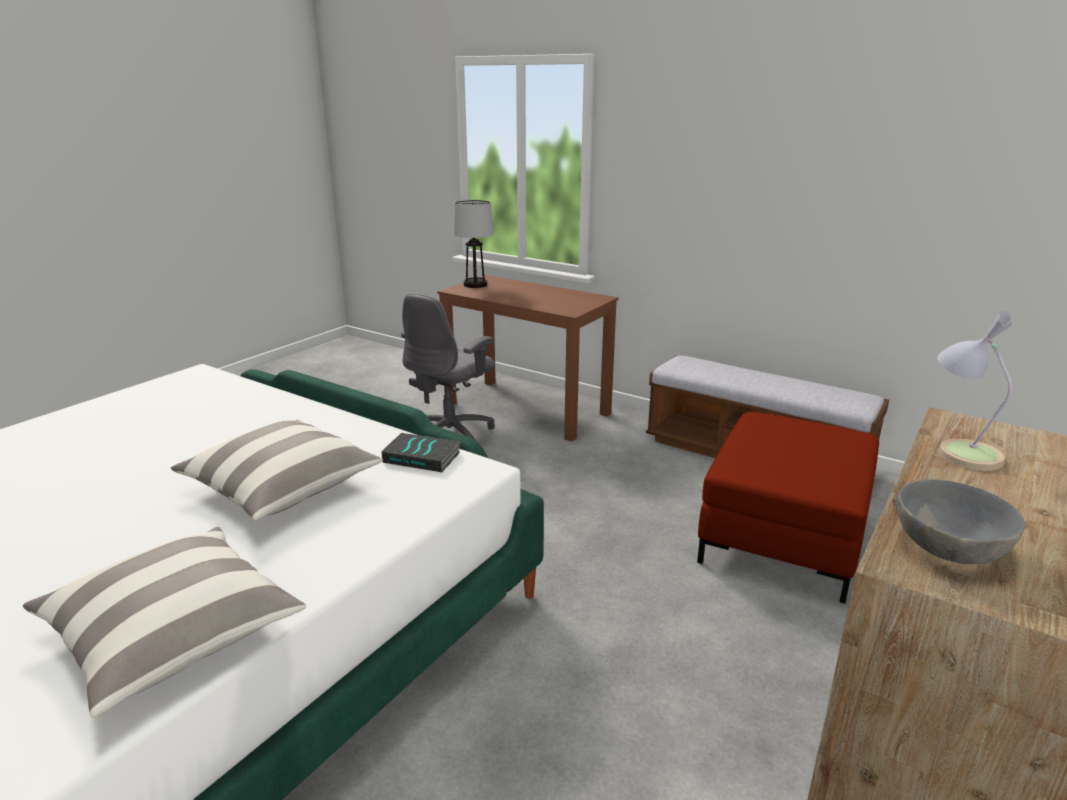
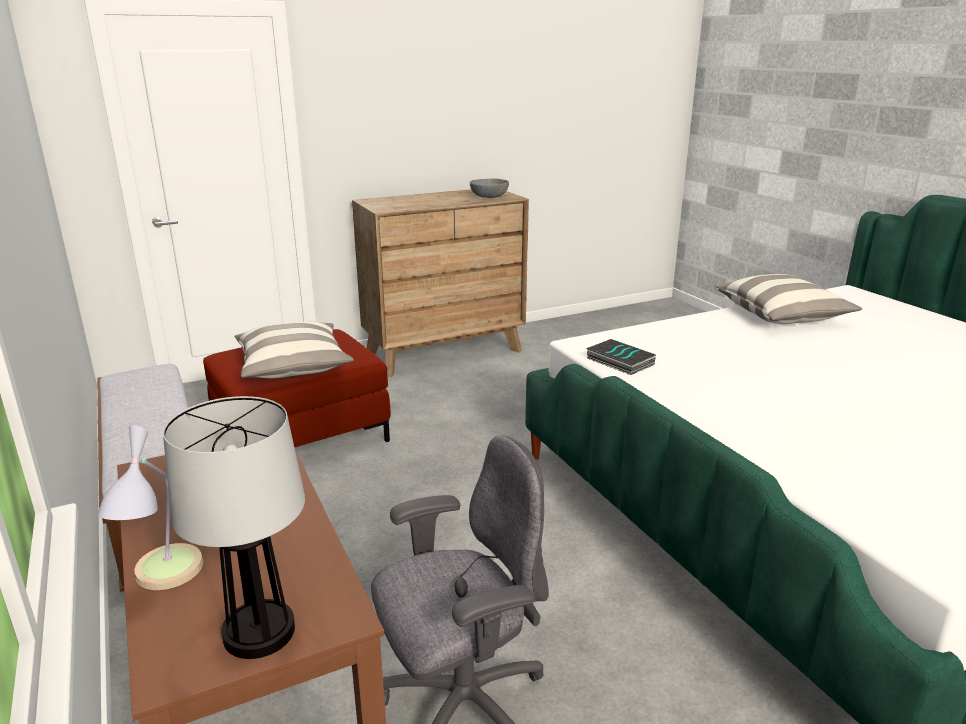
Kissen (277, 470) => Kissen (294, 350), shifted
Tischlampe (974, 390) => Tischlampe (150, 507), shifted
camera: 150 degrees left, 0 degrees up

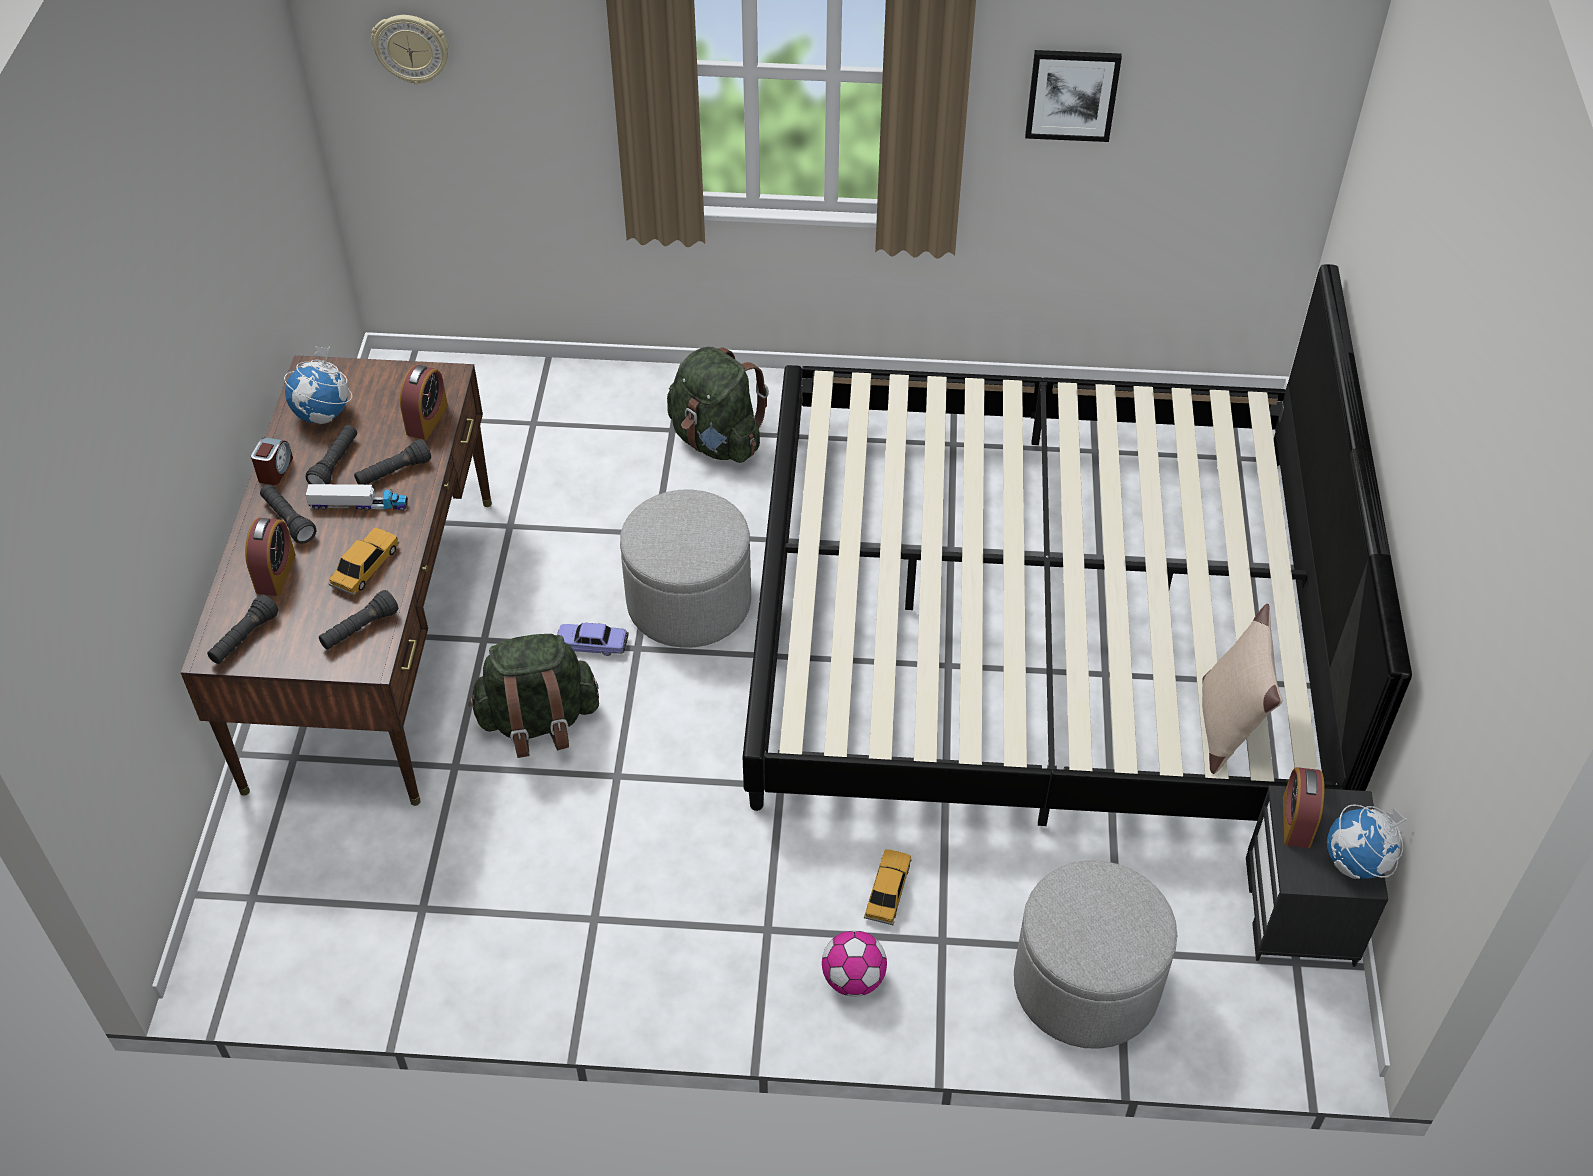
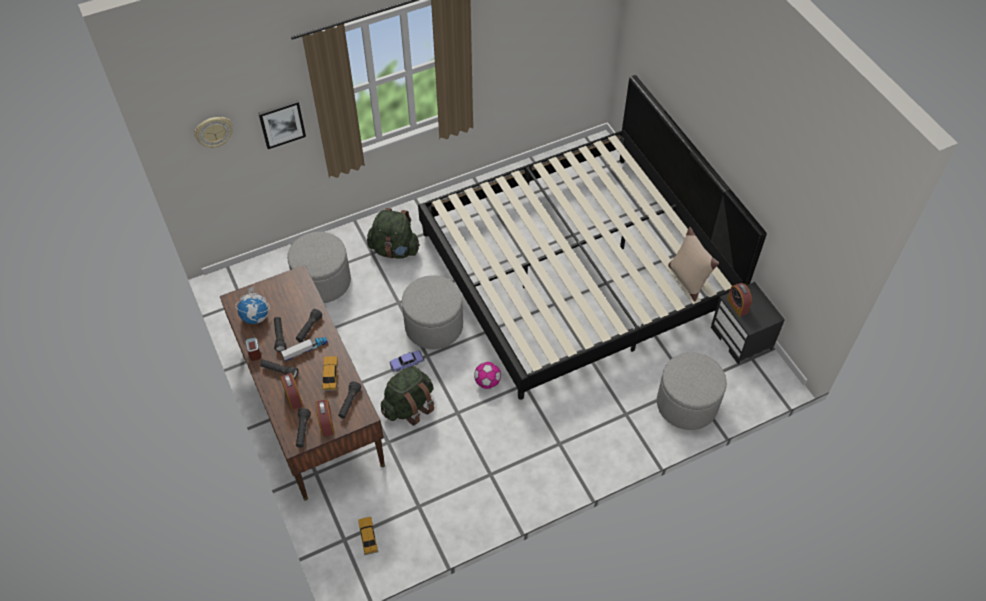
Wecker (424, 402) => Wecker (325, 418), shifted
Fußball (854, 963) => Fußball (487, 375), shifted
Spielzeugauto (888, 887) => Spielzeugauto (368, 536), shifted
Bild (1073, 96) => Bild (282, 124), shifted
Globus (1367, 841) => nothing
nothing => Polsterhocker (grau) (319, 267)
camera: 30 degrees left, 5 degrees up

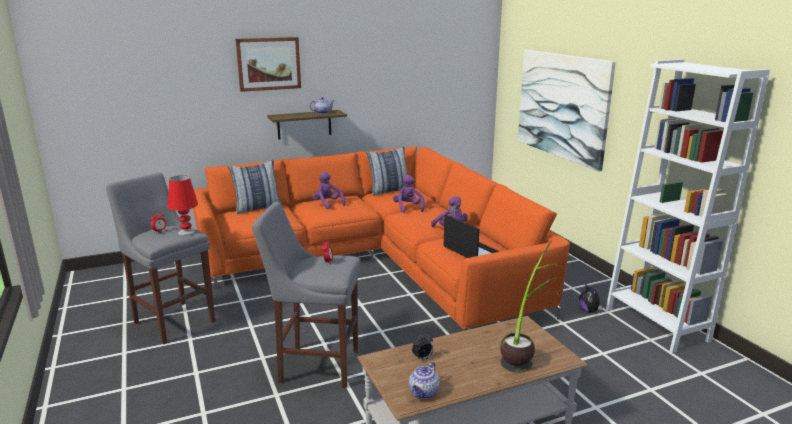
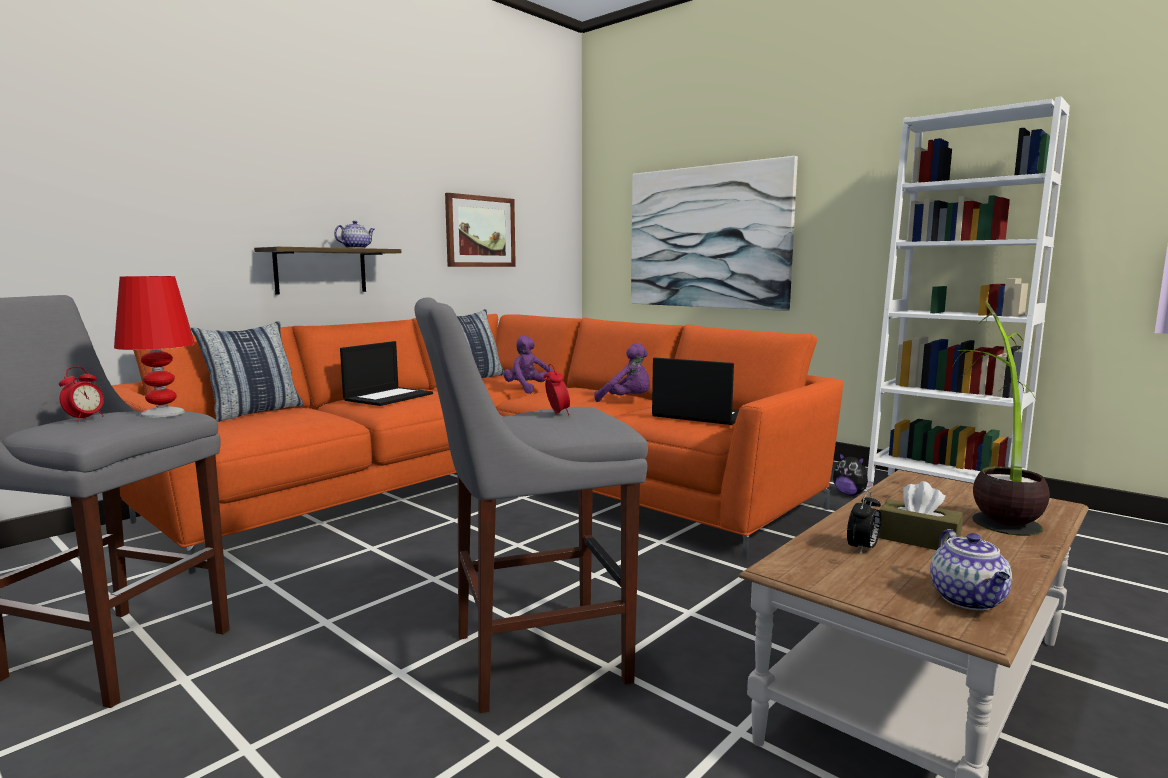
Bild (268, 64) => Bild (480, 230), shifted
Plüschtier (lila) (329, 190) => Laptop (386, 373)
nothing => Taschentuchbox (braun) (921, 515)
camera: 25 degrees left, 10 degrees down

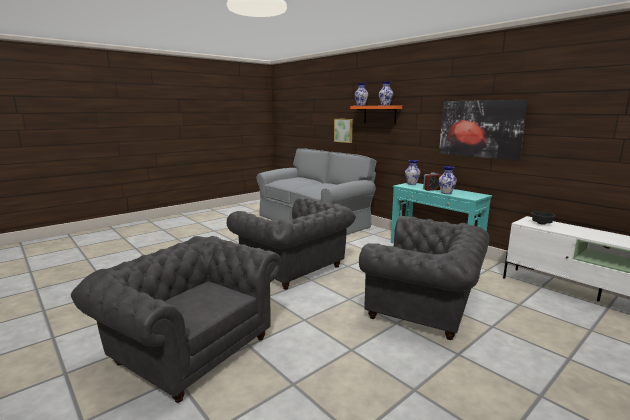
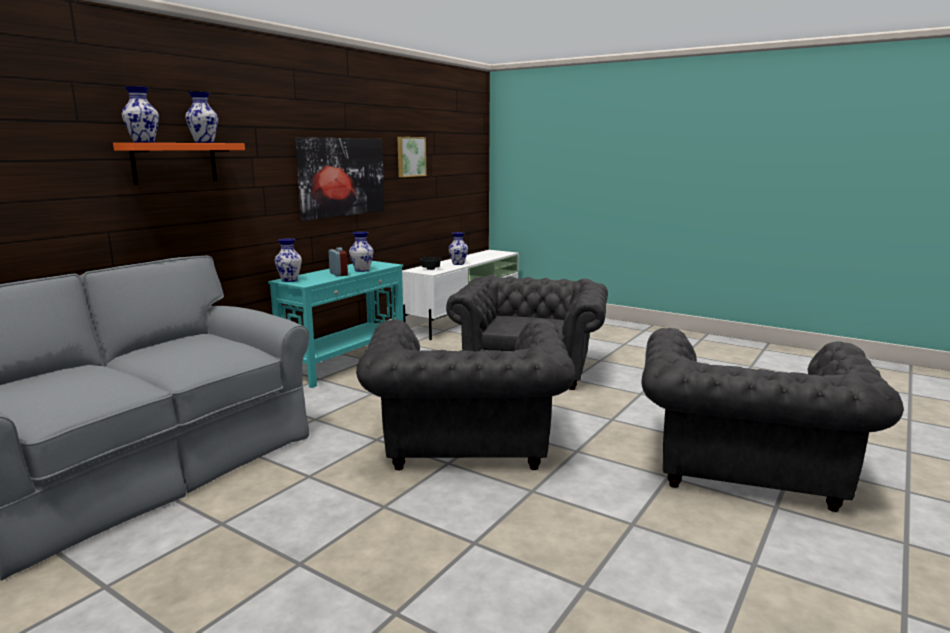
Sessel (grau) (291, 243) => Sessel (grau) (466, 394), 150 degrees clockwise
Bild (343, 131) => Bild (412, 157), shifted
nothing => Vase (458, 248)
camera: 105 degrees left, 0 degrees up

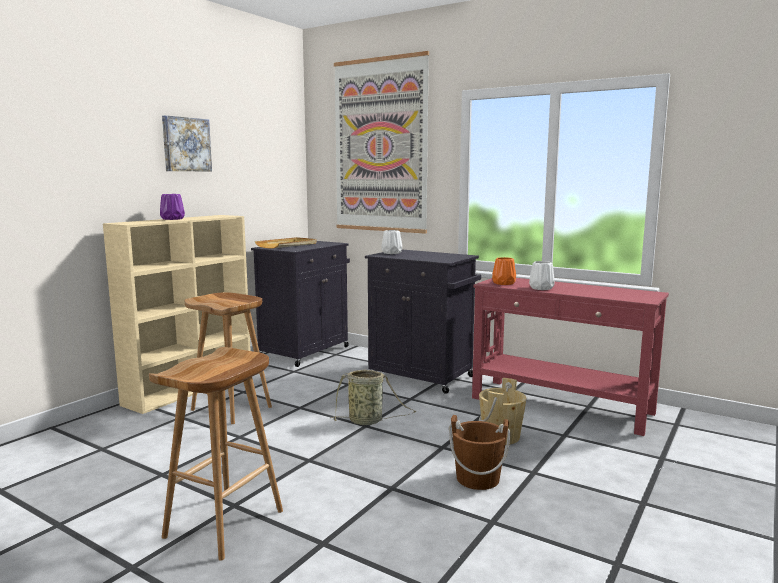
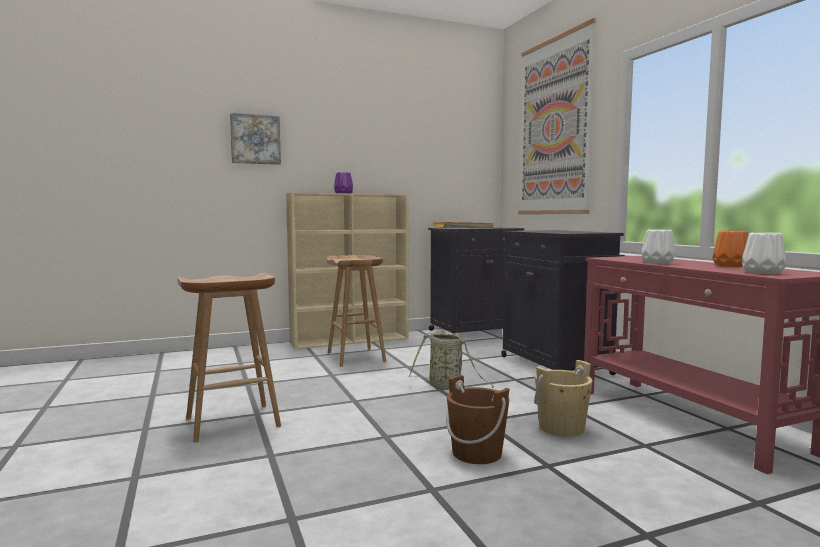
Bild (187, 143) => Bild (255, 139), shifted
Vase (weiß) (391, 242) => Vase (weiß) (764, 253), shifted
Vase (orange) (504, 271) => Vase (orange) (730, 248), shifted
camera: 35 degrees right, 5 degrees down

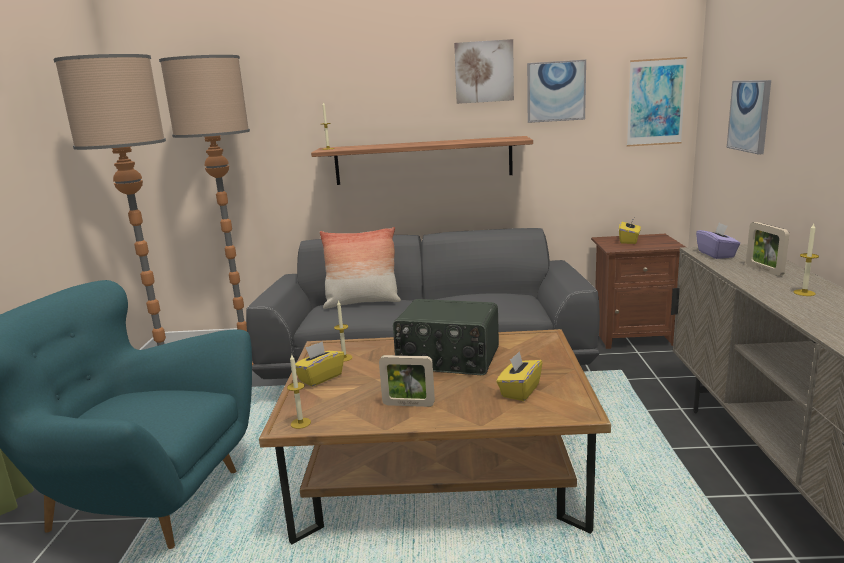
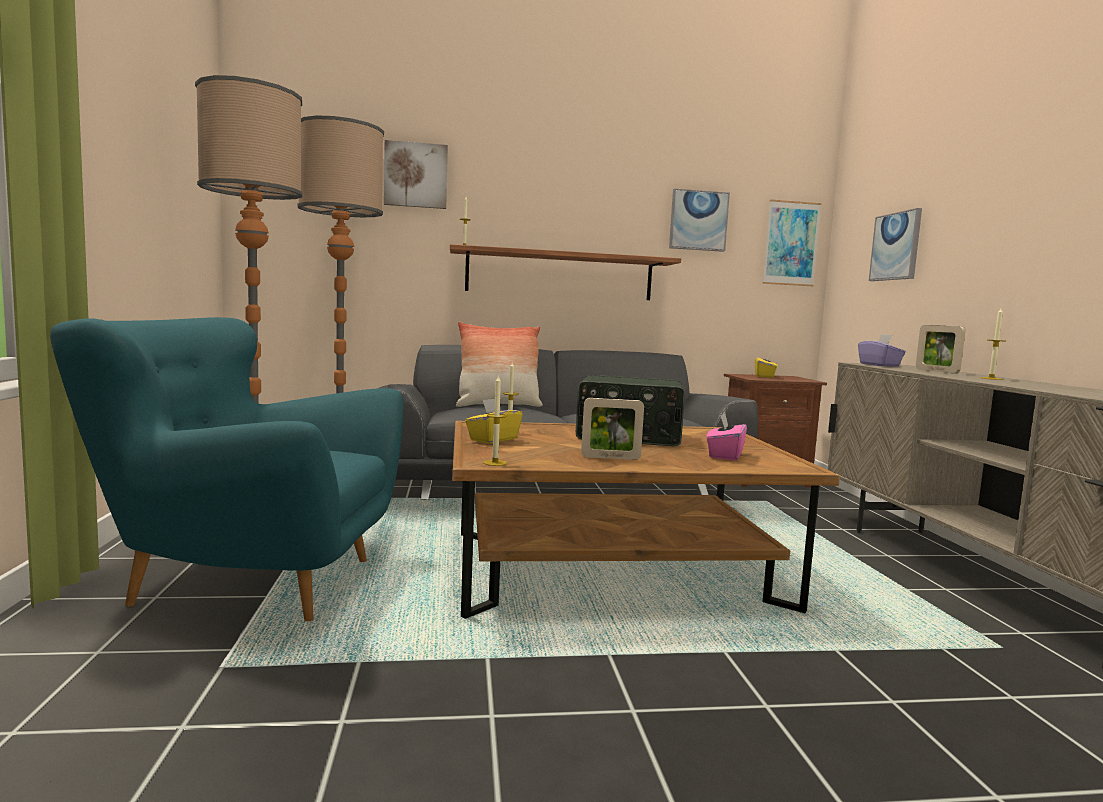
Bild (484, 71) => Bild (416, 174), shifted
Taschentuchbox (gelb) (519, 376) => Taschentuchbox (rosa) (726, 437)
camera: 10 degrees left, 10 degrees down

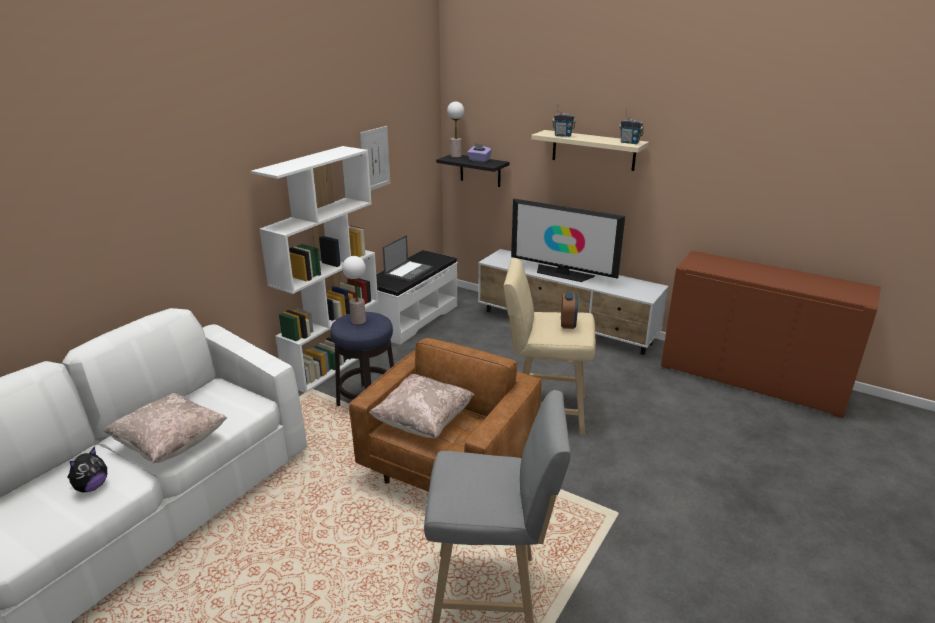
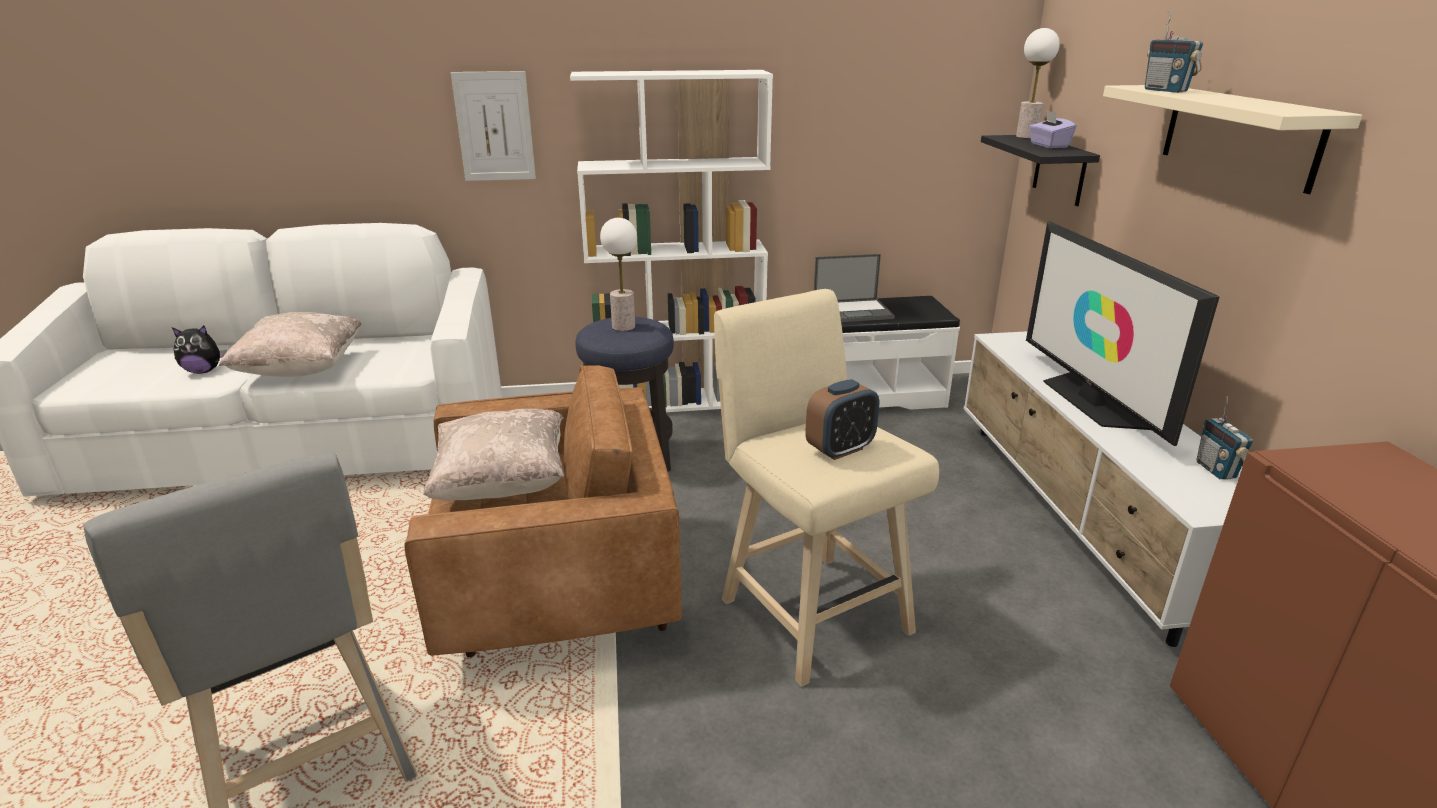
Bild (375, 158) => Bild (493, 126), shifted
Radio (631, 127) => Radio (1224, 438), shifted
camera: 50 degrees right, 0 degrees up

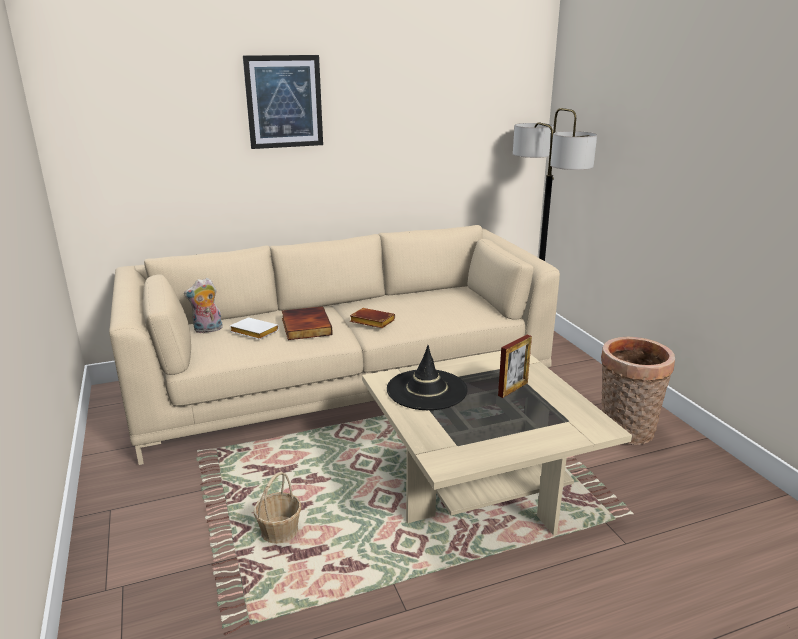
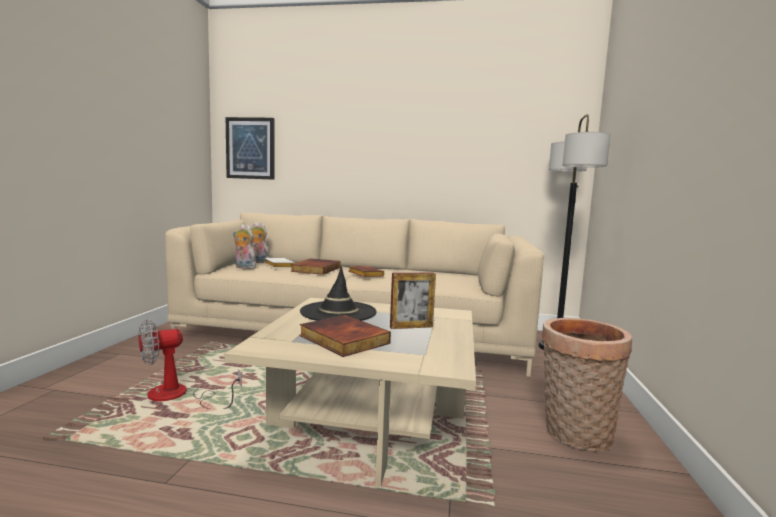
Bild (283, 102) => Bild (250, 148), shifted
Korb (277, 507) => Ventilator (190, 364)
nothing => Plüschtier (244, 246)
nothing => Buch (345, 336)
camera: 30 degrees right, 15 degrees down

